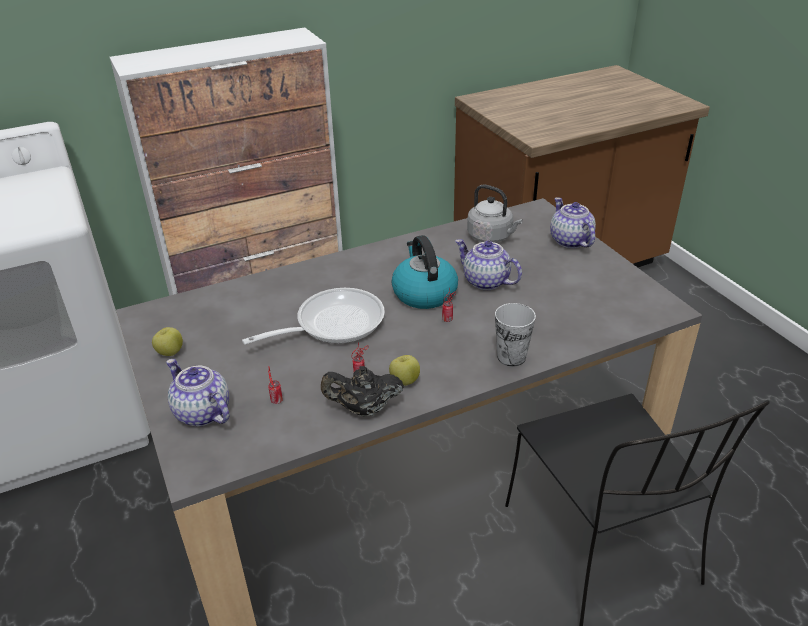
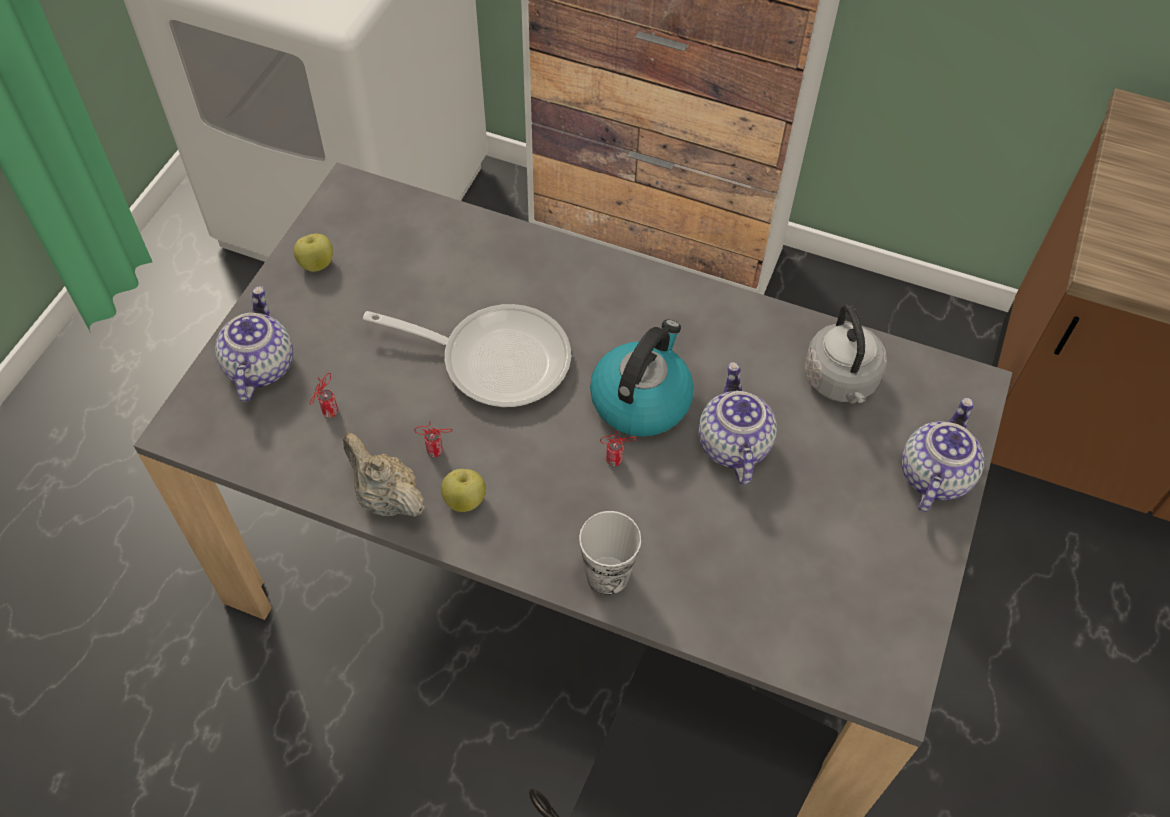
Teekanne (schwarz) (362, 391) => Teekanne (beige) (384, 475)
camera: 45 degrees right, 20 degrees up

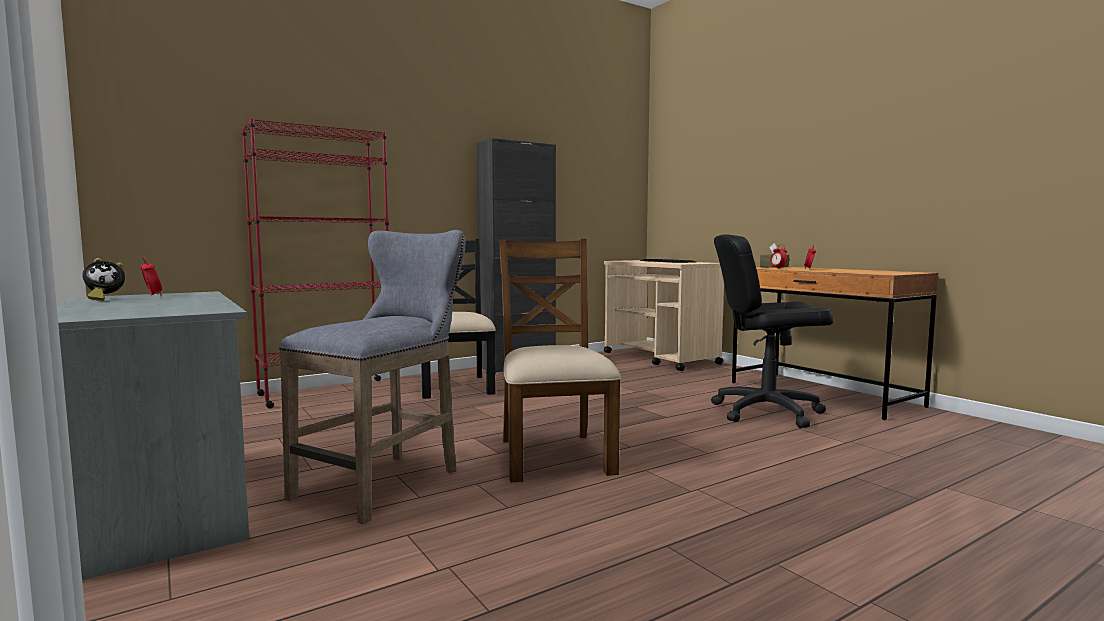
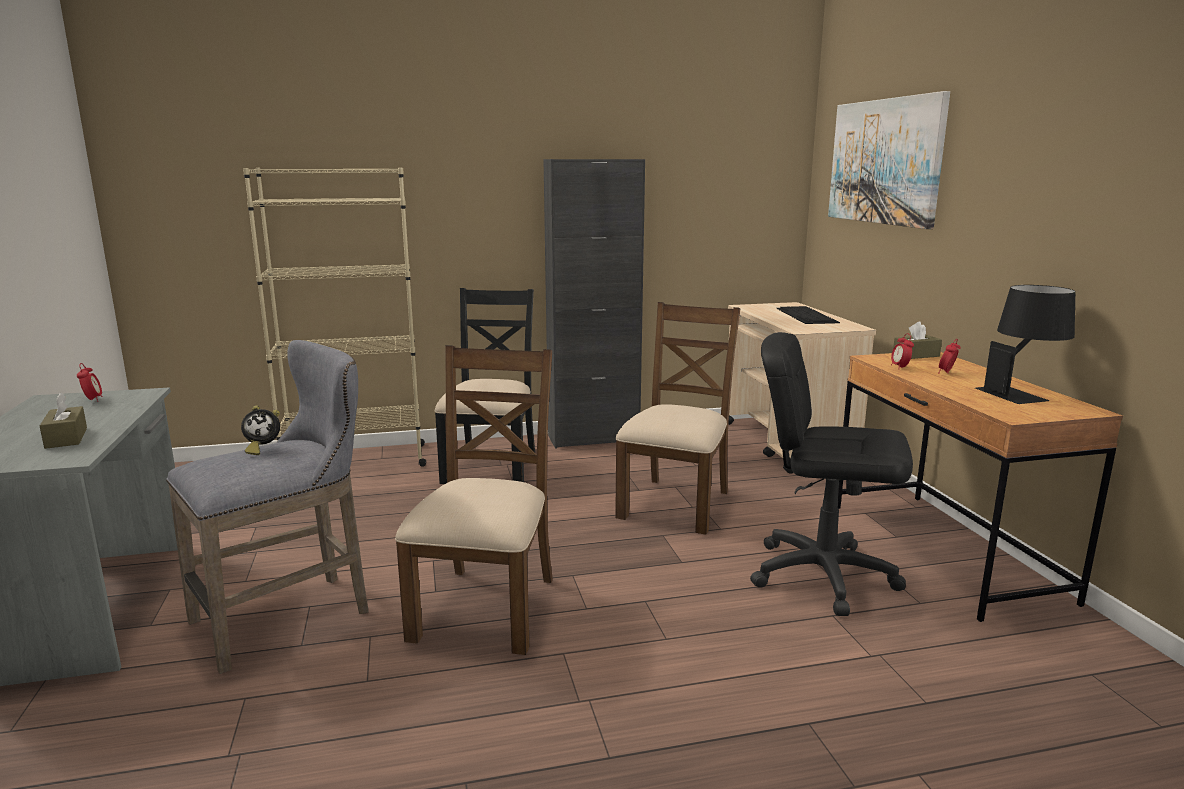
Wecker (103, 279) => Wecker (260, 430), shifted
Bücherregal (rot) (315, 263) => Bücherregal (beige) (334, 317)
nothing => Taschentuchbox (braun) (63, 421)
nothing => Stuhl (braun) (677, 418)
nothing => Bild (889, 160)
nothing => Tischlampe (schwarz) (1025, 344)
camera: 20 degrees right, 10 degrees up

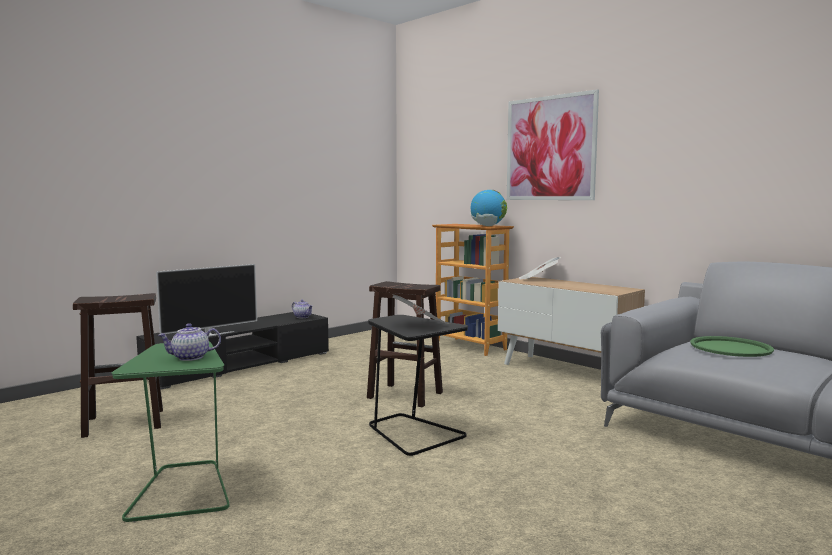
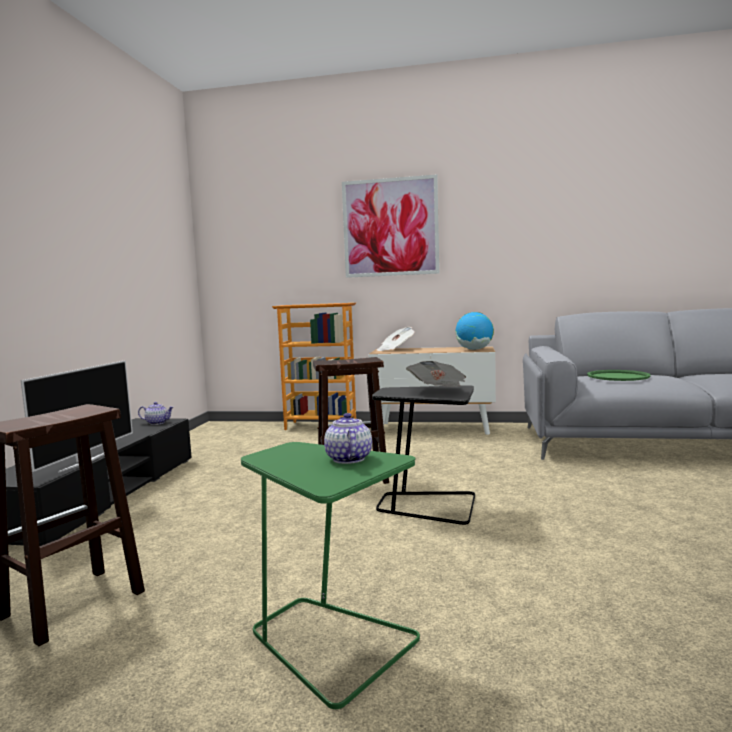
Teekanne (189, 342) => Teekanne (348, 438), 135 degrees clockwise
Globus (489, 208) => Globus (474, 331), shifted
camera: 35 degrees left, 0 degrees up

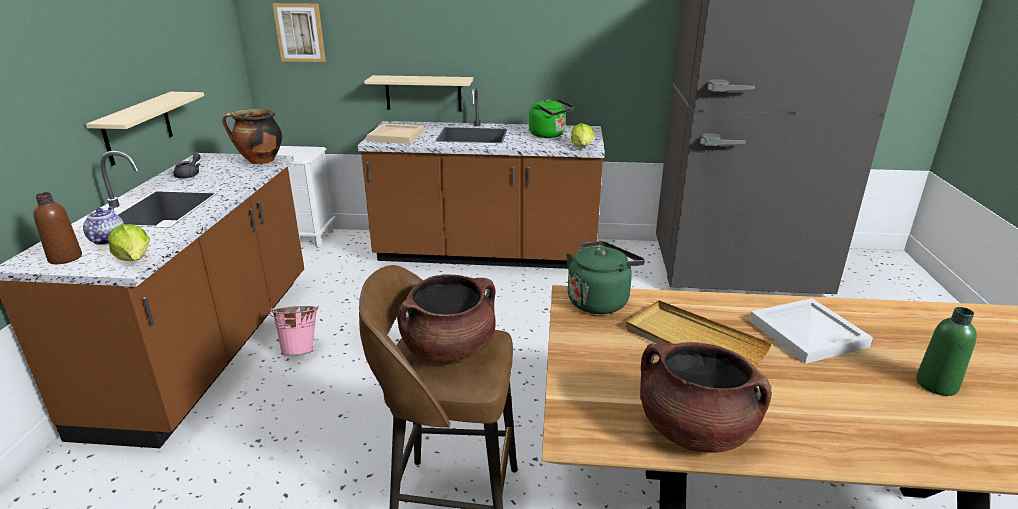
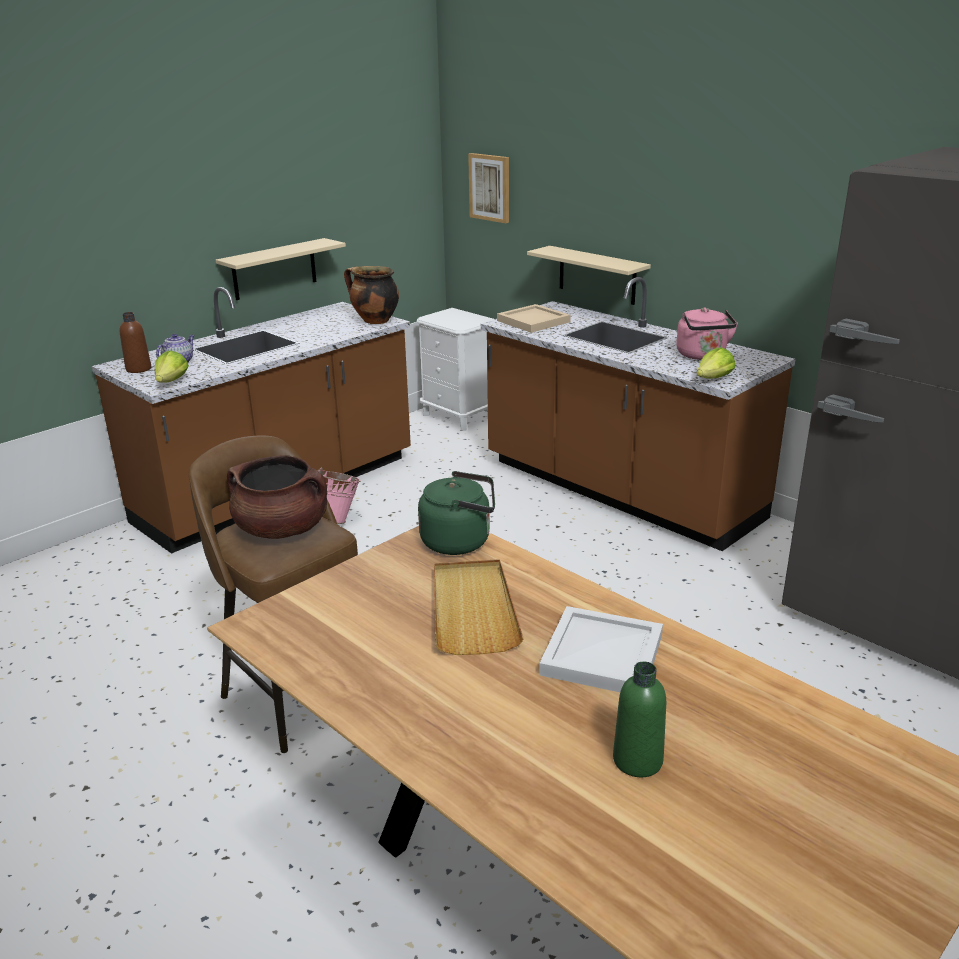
Teekanne (grau) (187, 166) => nothing
Wasserkessel (grün) (551, 118) => Wasserkessel (rosa) (707, 334)
Kochtopf (braun) (706, 397) => nothing
camera: 40 degrees right, 0 degrees up

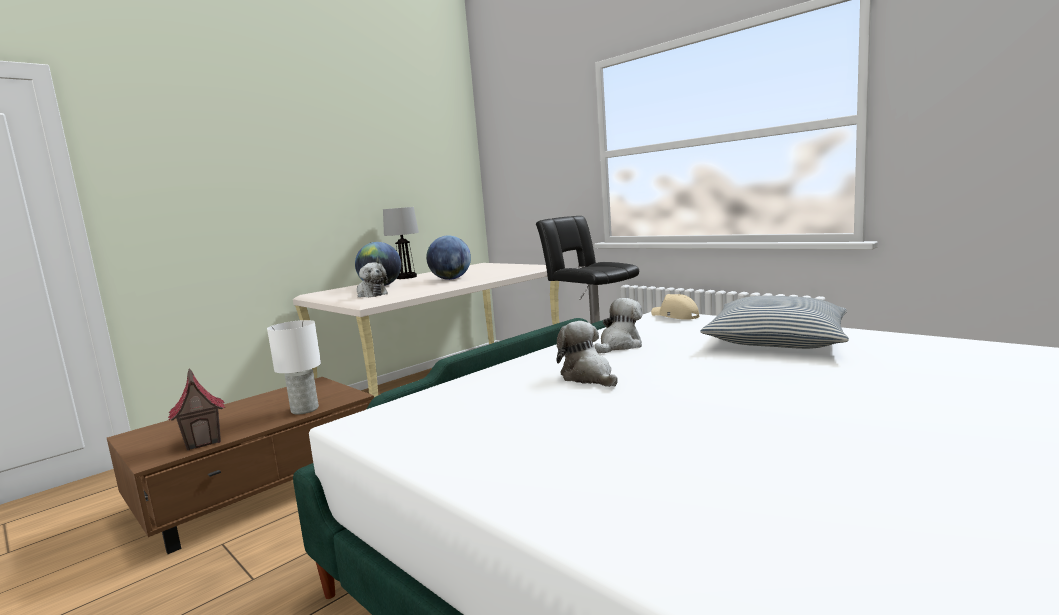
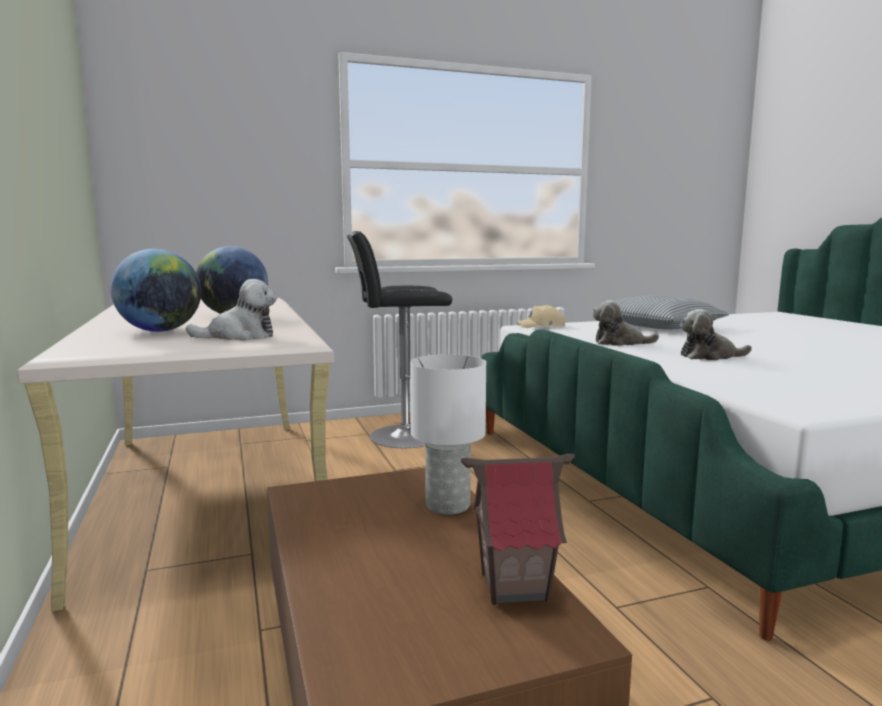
Tischlampe (401, 243) => nothing
Plüschtier (618, 326) => Plüschtier (626, 323), 60 degrees counterclockwise
camera: 65 degrees left, 0 degrees up

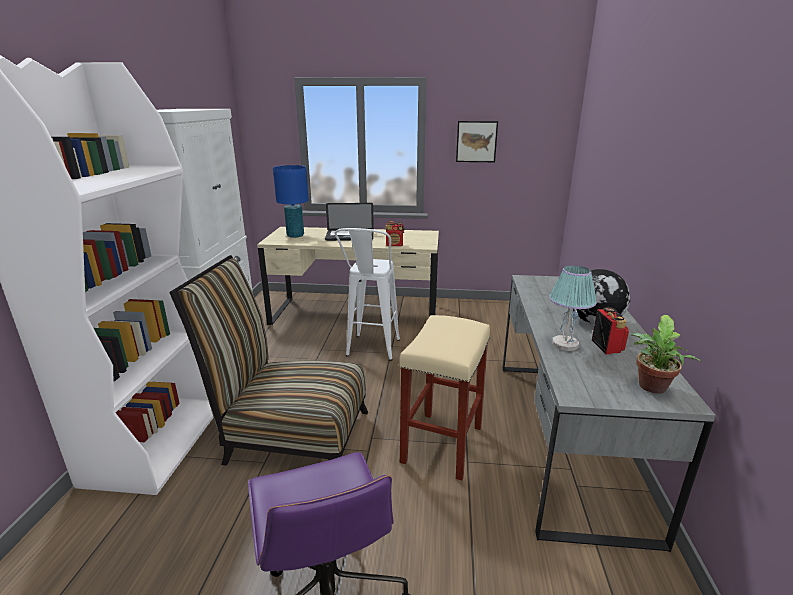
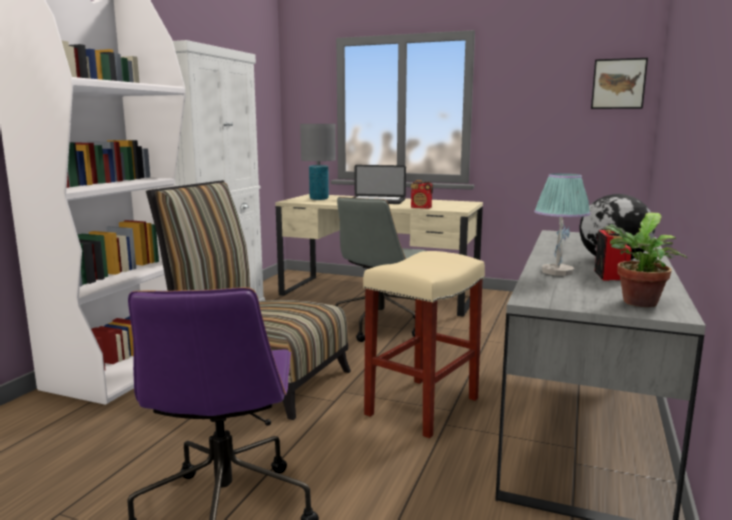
Tischlampe (blau) (291, 201) => Tischlampe (grau) (318, 162)
Hocker (weiß) (367, 294) => Bürostuhl (grau) (381, 269)
Bild (477, 141) => Bild (619, 83), shifted
camera: 15 degrees right, 10 degrees down

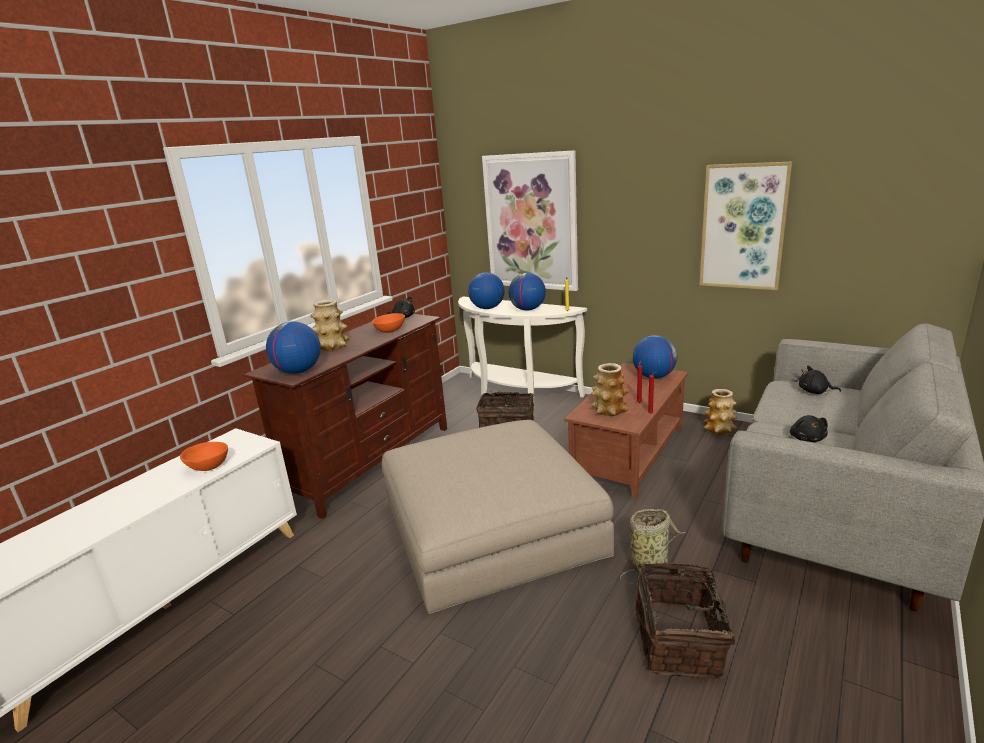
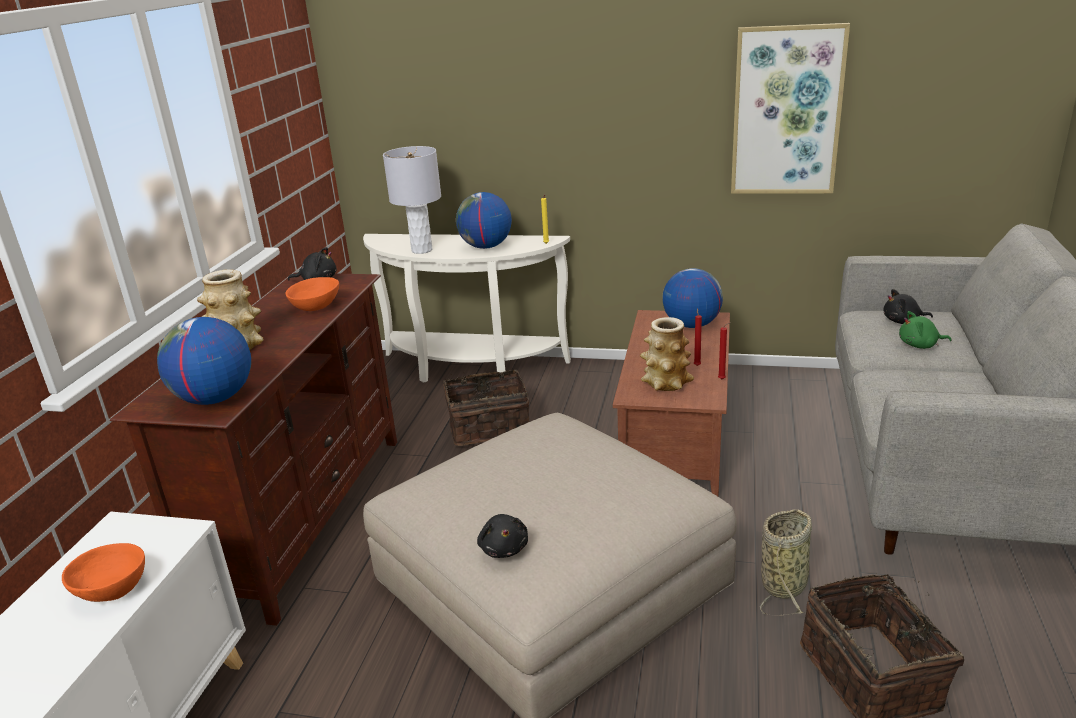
Globus (486, 291) => Tischlampe (grau) (412, 200)
Bild (530, 220) => nothing
Vase (720, 411) => nothing
Plüschtier (schwarz) (809, 428) => Plüschtier (schwarz) (502, 536), shifted
nothing => Plüschtier (grün) (925, 330)
camera: 20 degrees left, 5 degrees up

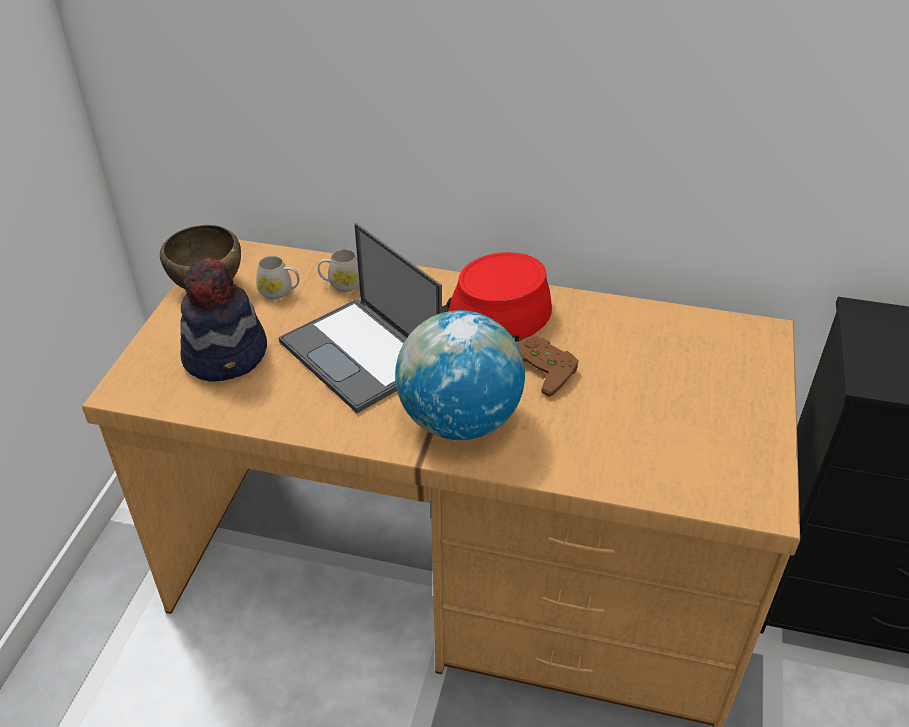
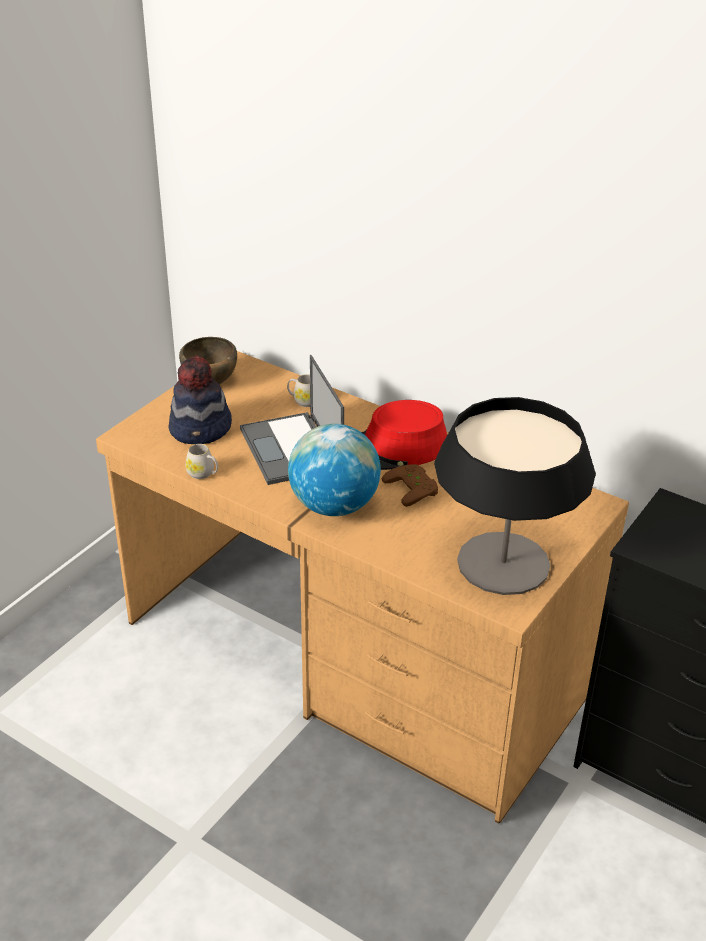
Henkelbecher (weiß) (278, 277) => Henkelbecher (weiß) (202, 461), shifted
nothing => Tischlampe (515, 496)
camera: 20 degrees right, 5 degrees down

